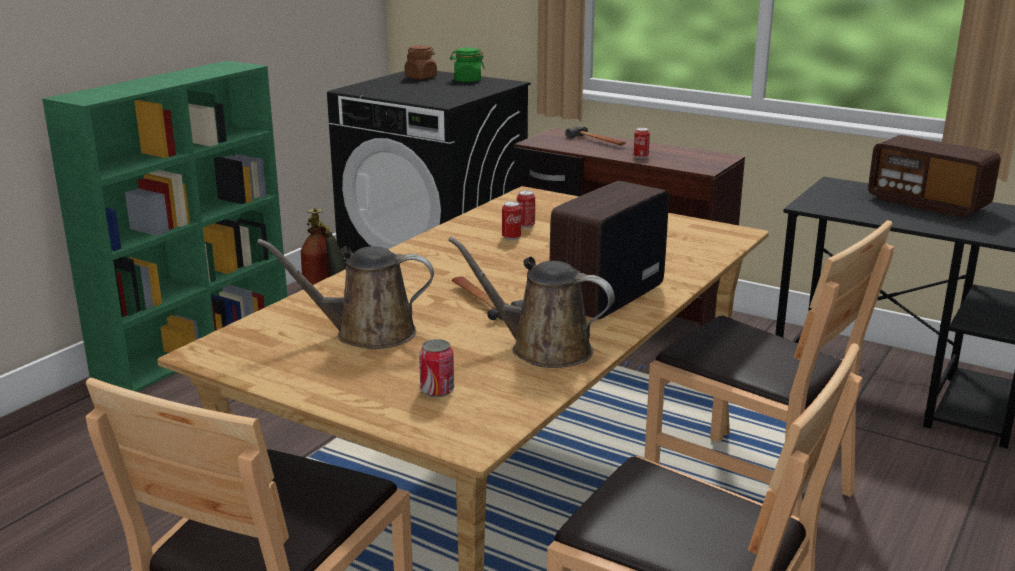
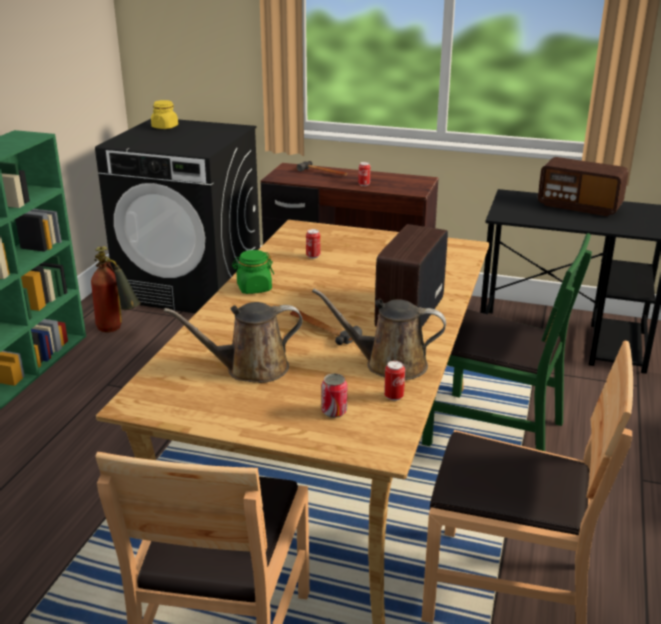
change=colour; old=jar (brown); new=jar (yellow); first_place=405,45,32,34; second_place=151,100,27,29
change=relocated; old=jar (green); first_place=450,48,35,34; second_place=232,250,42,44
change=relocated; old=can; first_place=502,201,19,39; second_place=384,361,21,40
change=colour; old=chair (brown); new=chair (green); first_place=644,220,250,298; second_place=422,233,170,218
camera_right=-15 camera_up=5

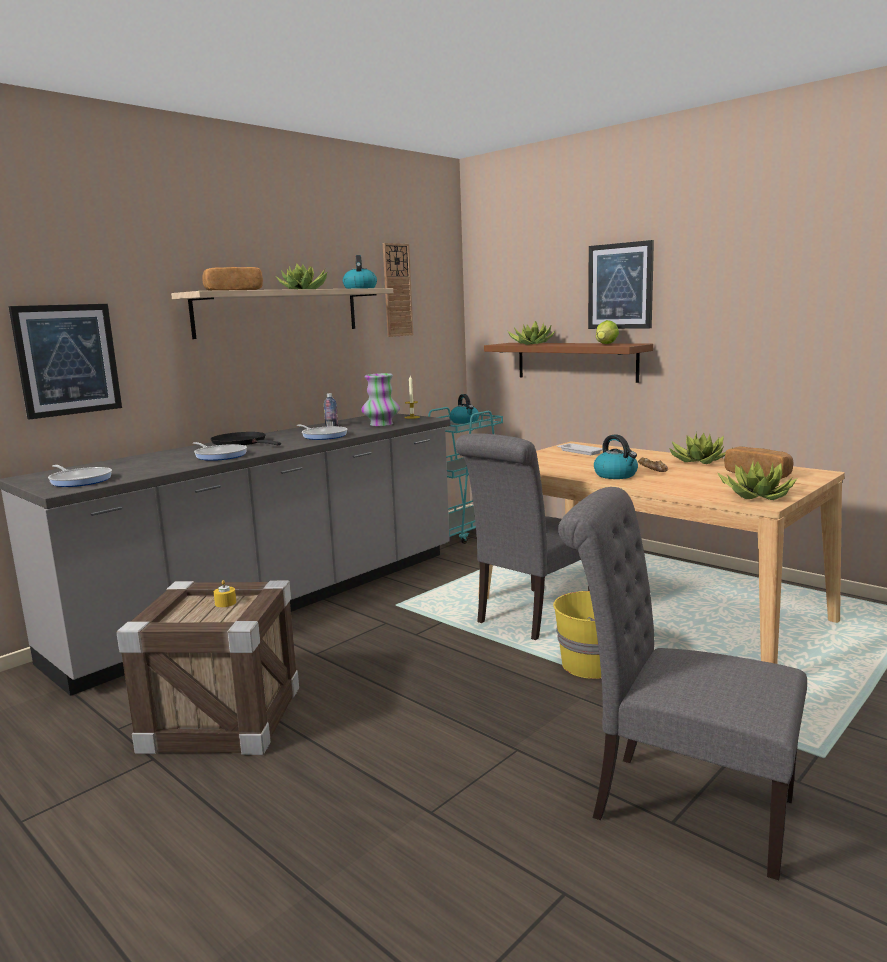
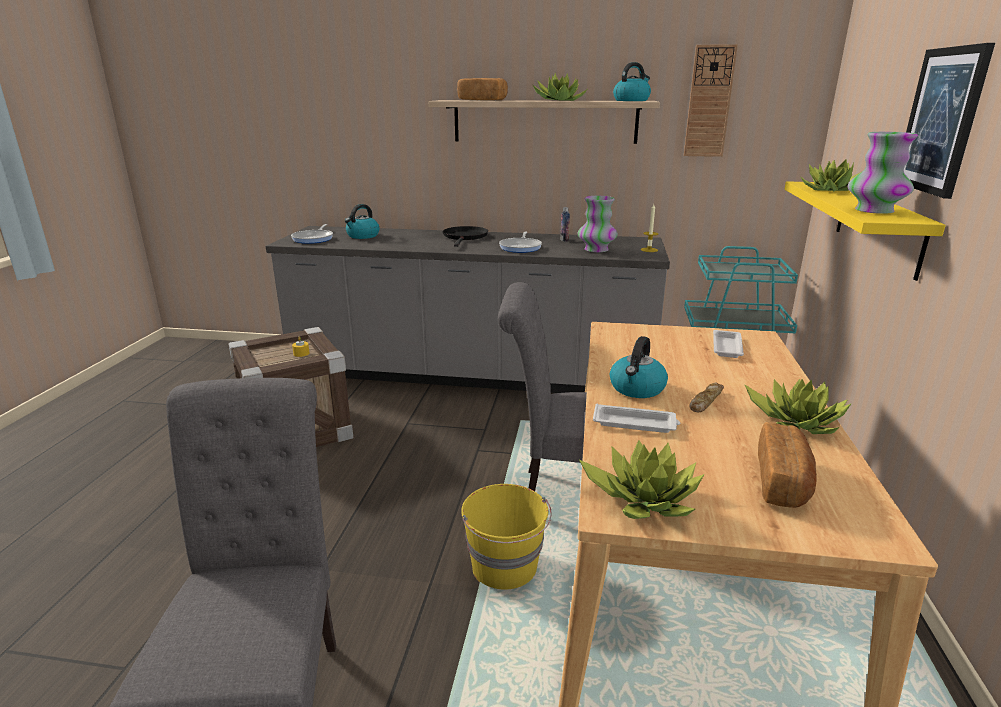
change=missing; old=picture; first_place=9,304,113,116
change=missing; old=frying pan; first_place=193,442,54,19
change=relocated; old=kettle; first_place=450,394,29,30; second_place=345,204,35,35
change=colour; old=shelf (brown); new=shelf (yellow); first_place=484,343,169,40; second_place=784,181,162,100
change=exchanged; old=lettuce; new=vase; first_place=596,320,23,24; second_place=848,132,70,82
change=appeared; new=tray (white); second_place=593,403,87,30
camera_right=55 camera_up=10

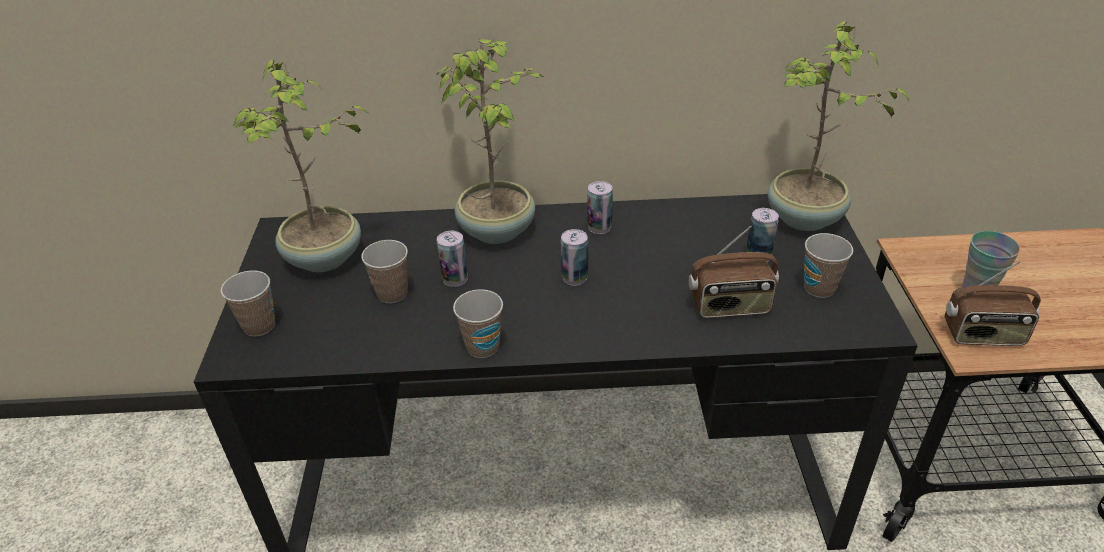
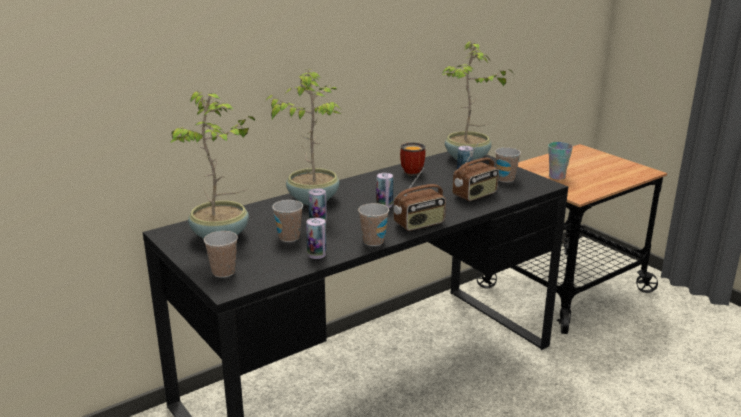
change=relocated; old=can; first_place=587,181,26,53; second_place=306,218,21,41
change=relocated; old=radio; first_place=945,261,96,85; second_place=394,168,52,63
change=appeared; new=mug; second_place=400,142,26,34
camera_right=-35 camera_up=-15

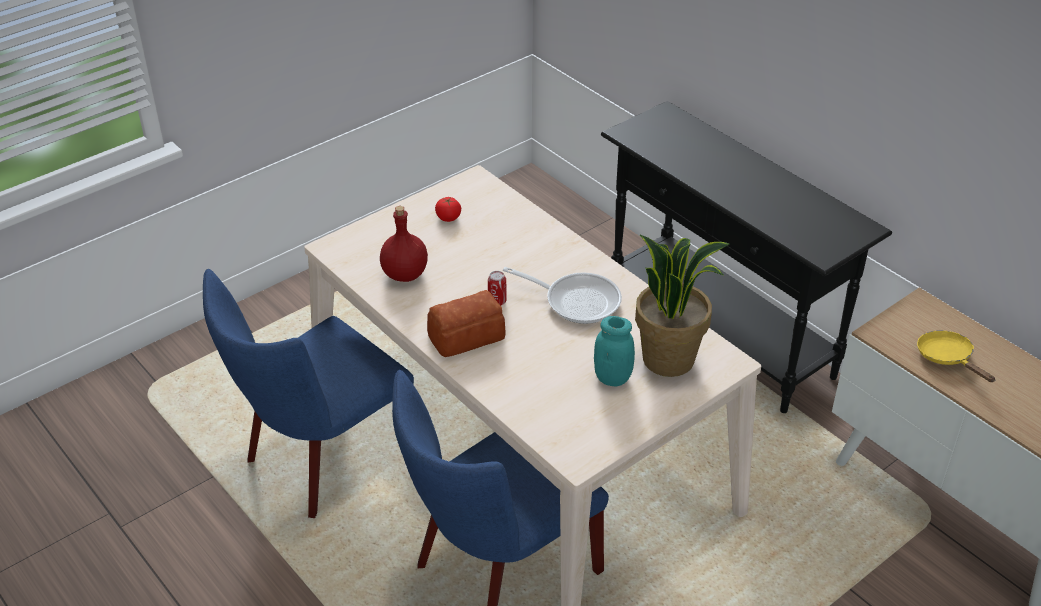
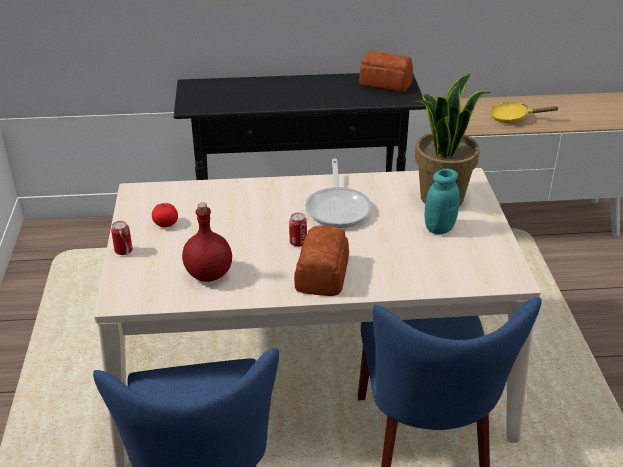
change=spun; old=frying pan; first_place=503,267,119,57; second_place=305,159,67,69; degrees=120
change=appeared; new=can; second_place=111,221,22,34
change=appeared; new=bread; second_place=359,51,54,41
camera_right=-55 camera_up=-5

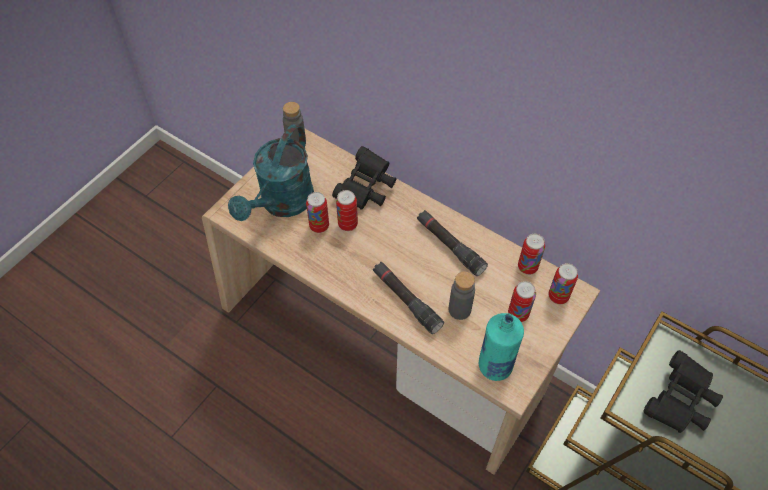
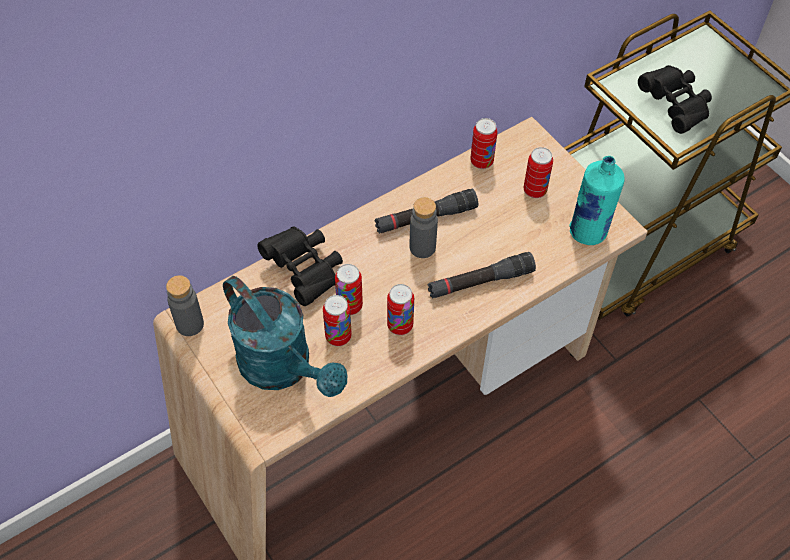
change=relocated; old=bottle (grey); first_place=449,271,26,49; second_place=410,197,28,61
change=relocated; old=can; first_place=548,263,30,41; second_place=387,284,27,51
camera_right=-70 camera_up=0

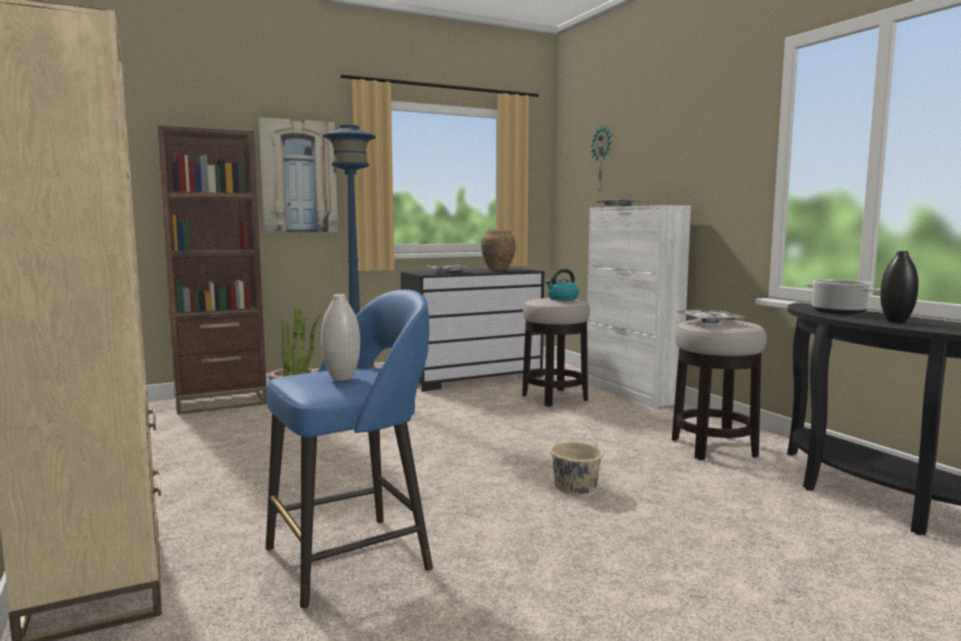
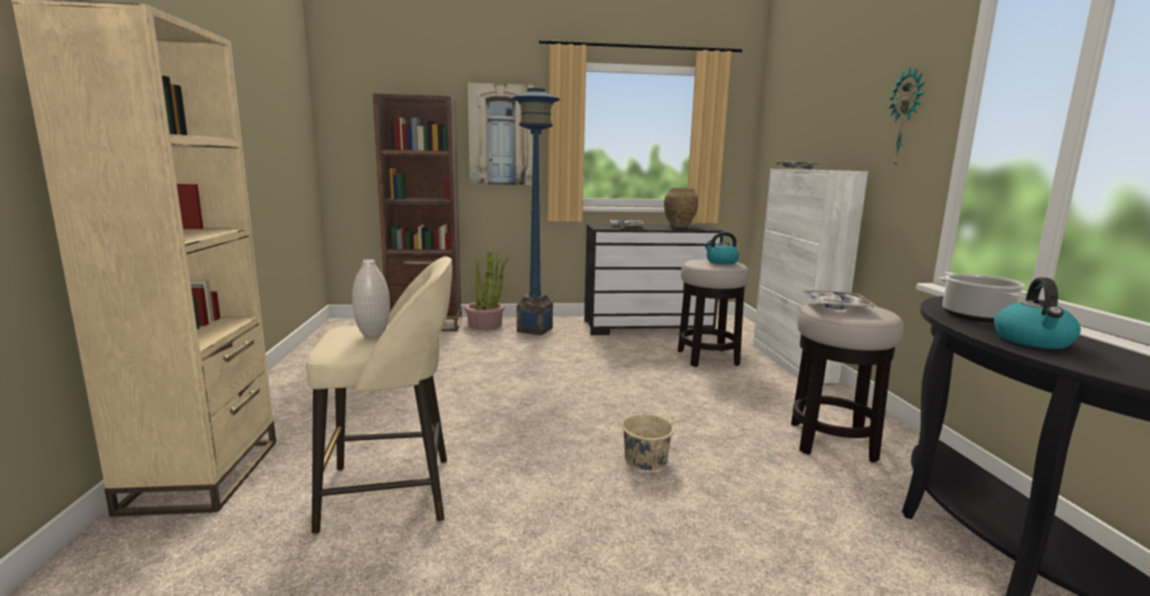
change=colour; old=stool (blue); new=stool (beige); first_place=266,289,167,320; second_place=306,256,146,278
change=relocated; old=wall clock; first_place=591,125,21,67; second_place=889,67,36,101
change=exchanged; old=vase (black); new=kettle; first_place=880,251,39,72; second_place=994,277,87,72
camera_right=20 camera_up=5

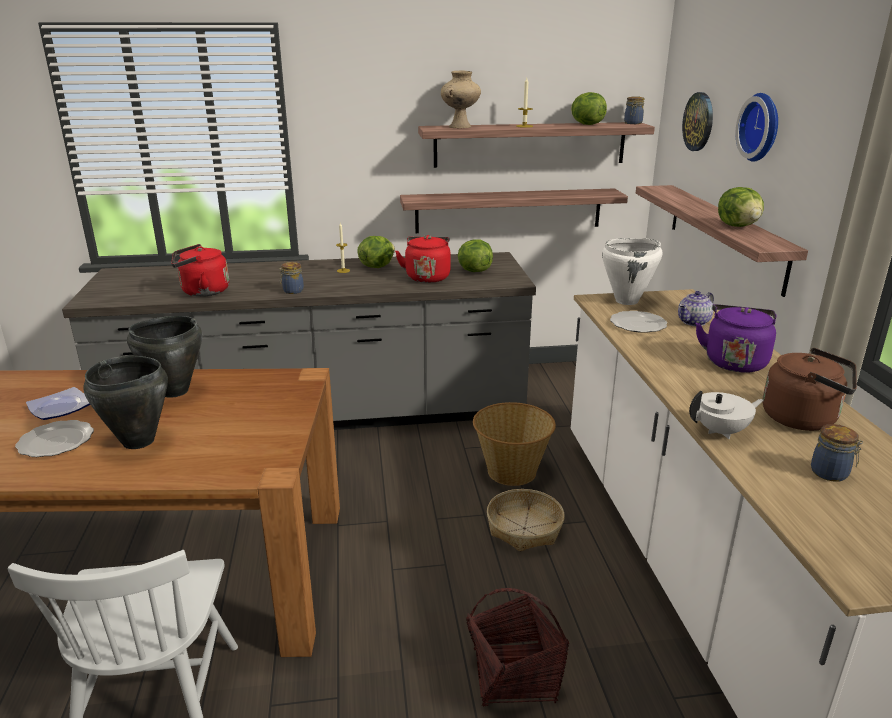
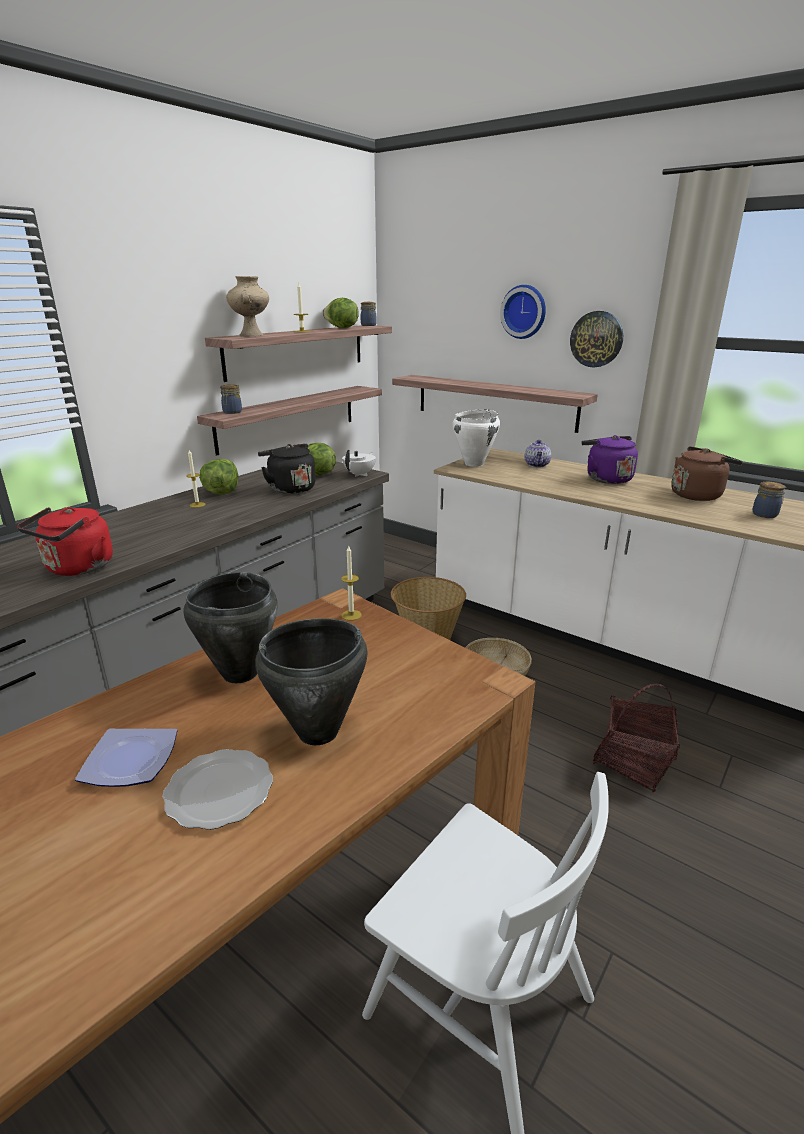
change=relocated; old=jar; first_place=279,262,25,32; second_place=220,384,22,30
change=colour; old=kettle (red); new=kettle (black); first_place=395,235,56,48; second_place=258,444,58,50
change=missing; old=plate; first_place=610,311,57,22
change=relocated; old=wall clock; first_place=682,92,31,59; second_place=570,311,53,57
change=relocated; old=teapot (white); first_place=689,391,75,48; second_place=342,450,34,27
change=missing; old=lettuce; first_place=718,187,46,40
change=appeared; new=candle; second_place=341,546,21,74
camera_right=-45 camera_up=0

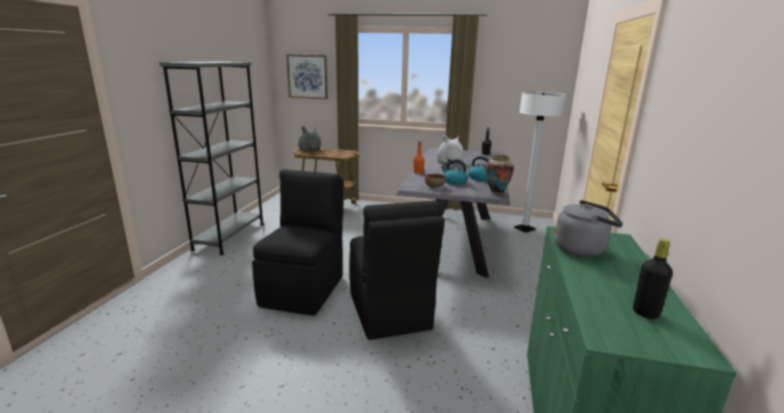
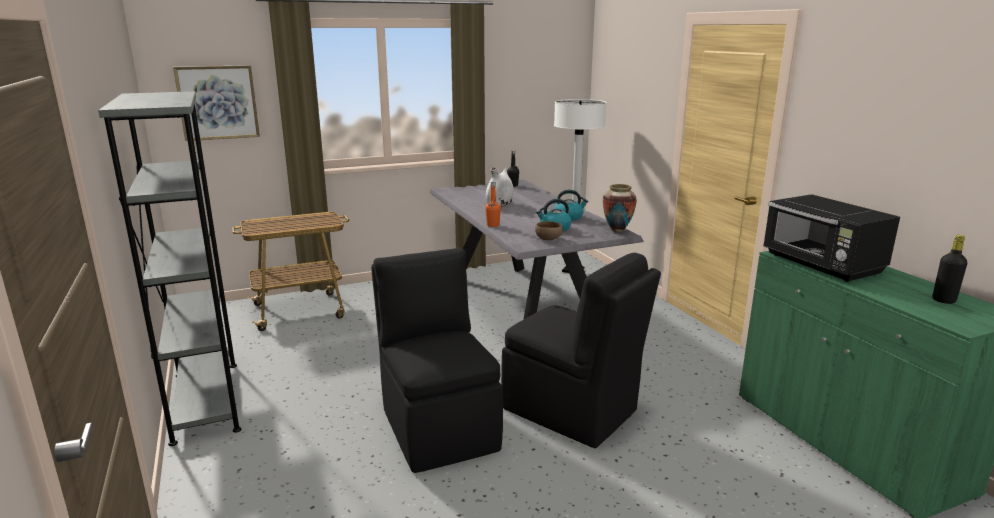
change=missing; old=vase (grey); first_place=298,126,23,26
change=exchanged; old=kettle (grey); new=microwave (black); first_place=554,200,69,57; second_place=763,194,137,88
camera_right=-35 camera_up=0

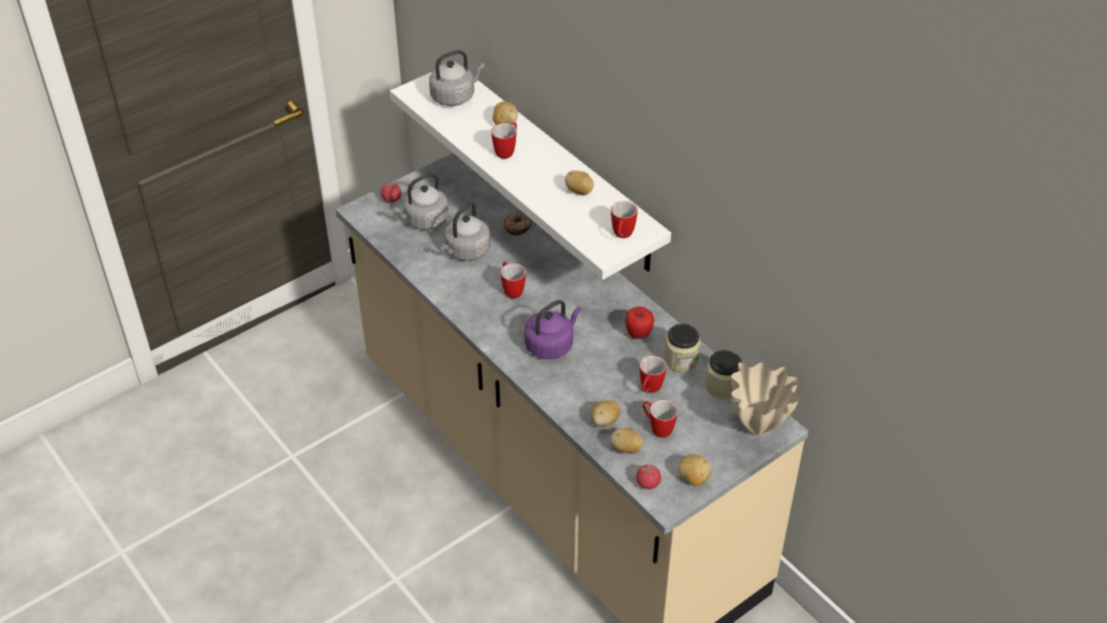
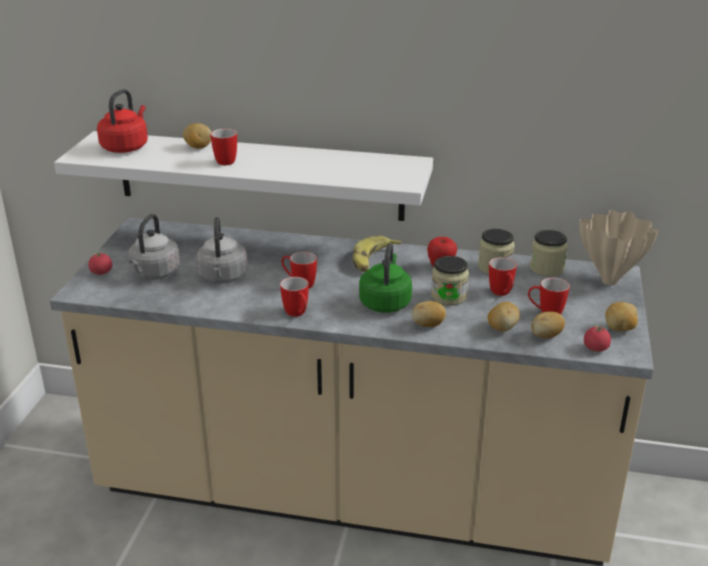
change=colour; old=kettle (grey); new=kettle (red); first_place=429,50,56,56; second_place=97,89,51,64
change=missing; old=donut; first_place=503,211,30,24
change=colour; old=kettle (purple); new=kettle (green); first_place=524,300,58,59; second_place=359,243,53,70
change=relocated; old=potato; first_place=565,170,29,25; second_place=412,301,34,26
change=relocated; old=mug; first_place=611,201,27,37; second_place=280,277,29,40
change=appeared; new=banana; second_place=353,236,48,36
change=appeared; new=jar; second_place=431,256,38,49
camera_right=-40 camera_up=-15

